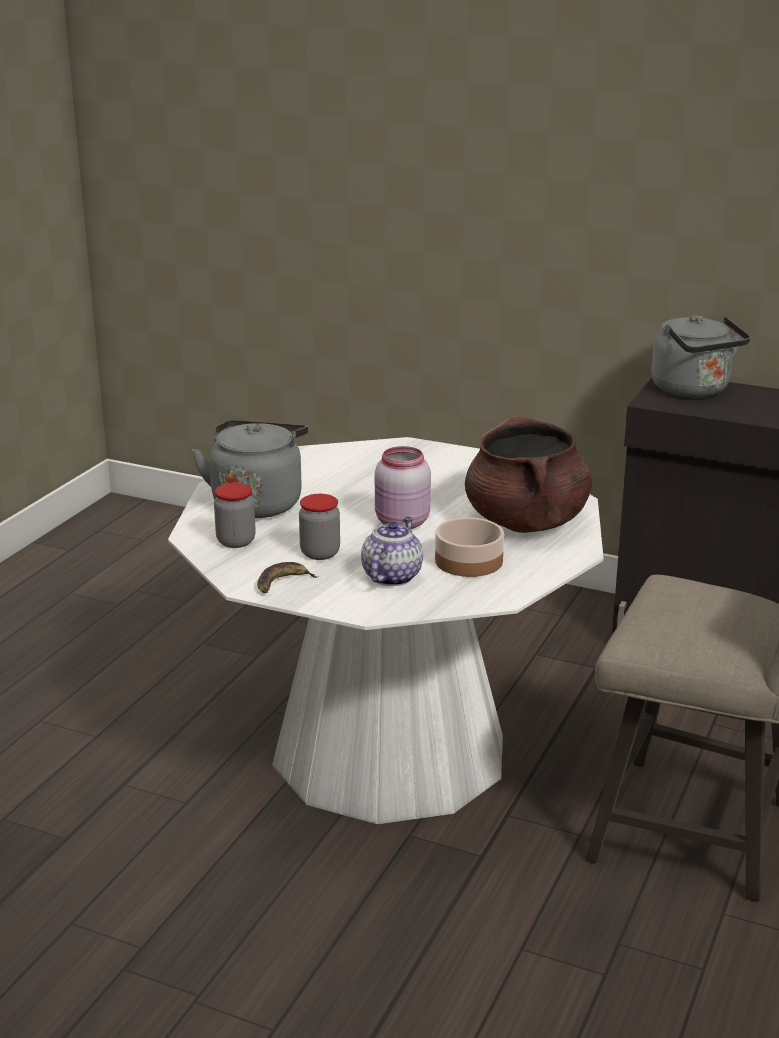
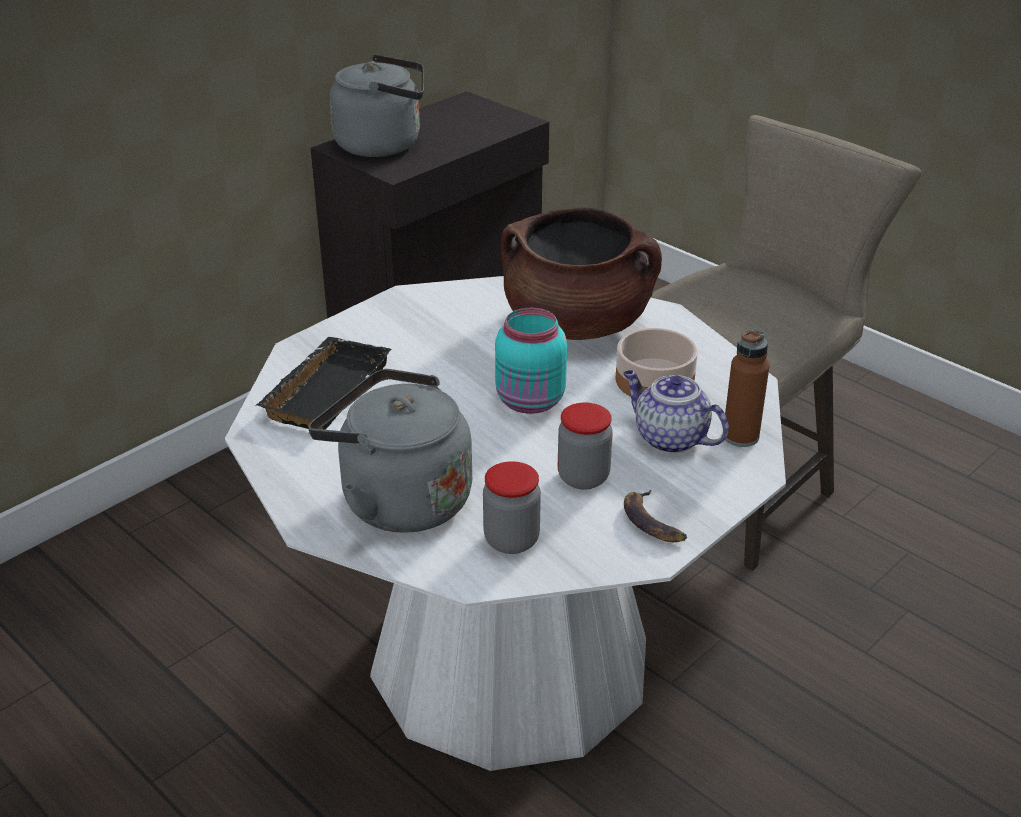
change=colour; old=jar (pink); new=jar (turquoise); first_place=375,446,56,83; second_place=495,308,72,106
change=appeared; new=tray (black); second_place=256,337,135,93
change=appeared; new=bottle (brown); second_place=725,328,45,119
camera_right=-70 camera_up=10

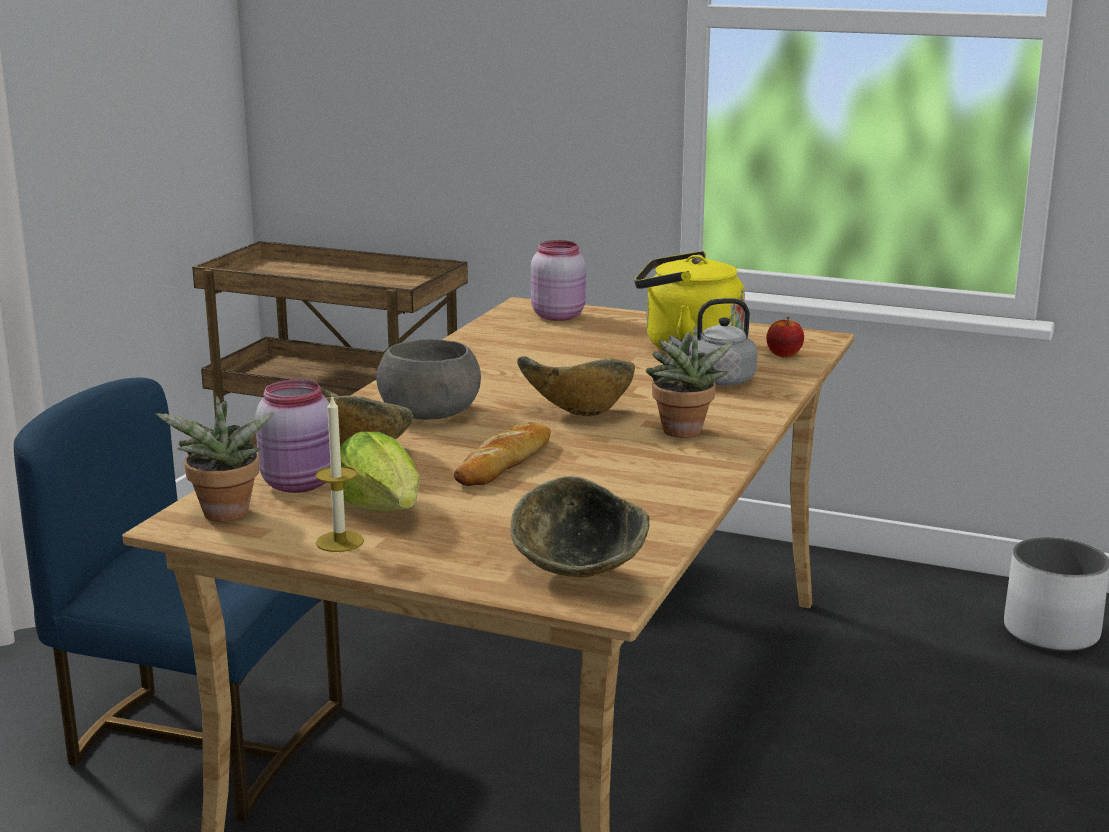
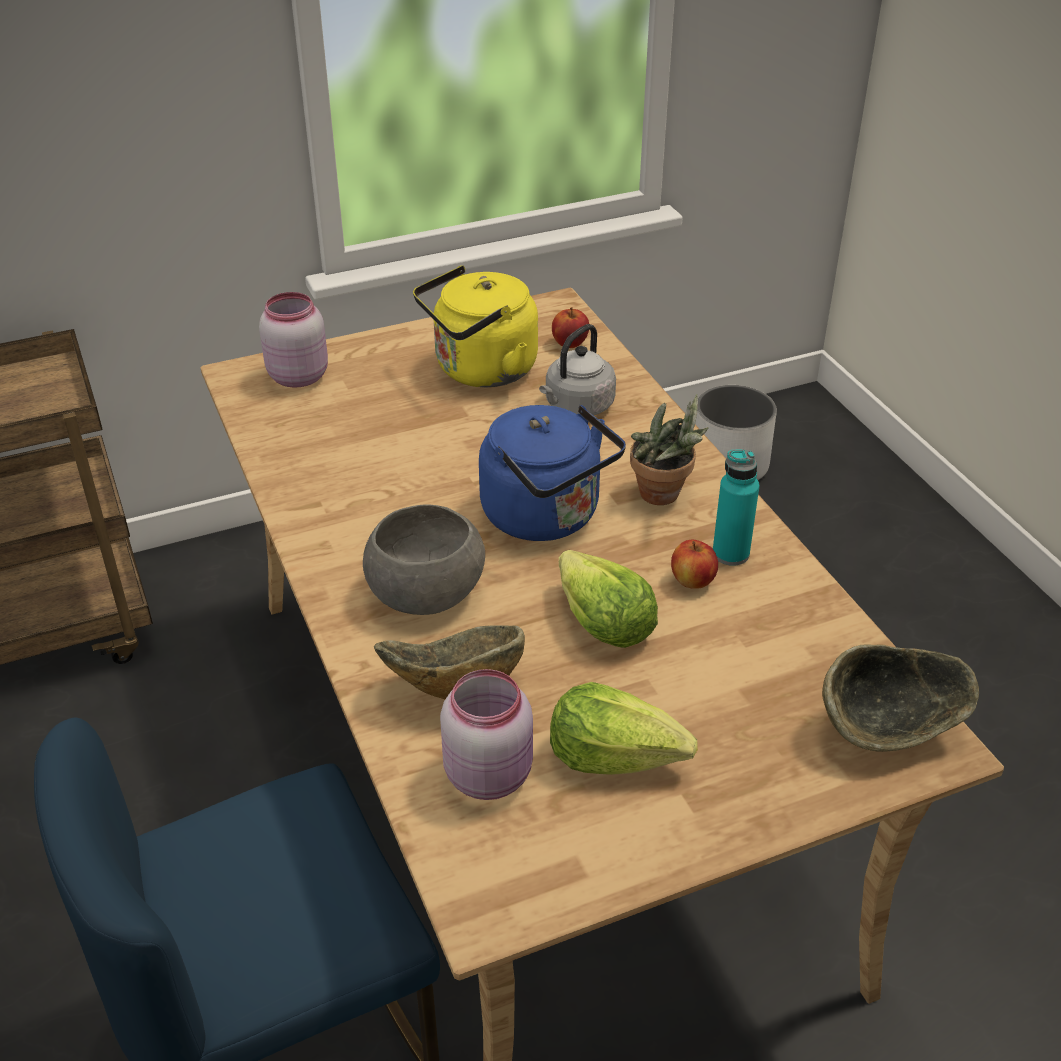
change=missing; old=potted plant; first_place=155,396,119,126
change=missing; old=candle; first_place=315,397,49,155
change=exchanged; old=bread; new=lettuce; first_place=454,422,97,64; second_place=559,550,99,98
change=exchanged; old=bowl; new=kettle (blue); first_place=517,356,118,60; second_place=479,405,147,136
change=appeared; new=apple; second_place=671,540,47,49
change=appeared; new=bottle (turquoise); second_place=713,450,46,116
camera_right=-45 camera_up=20

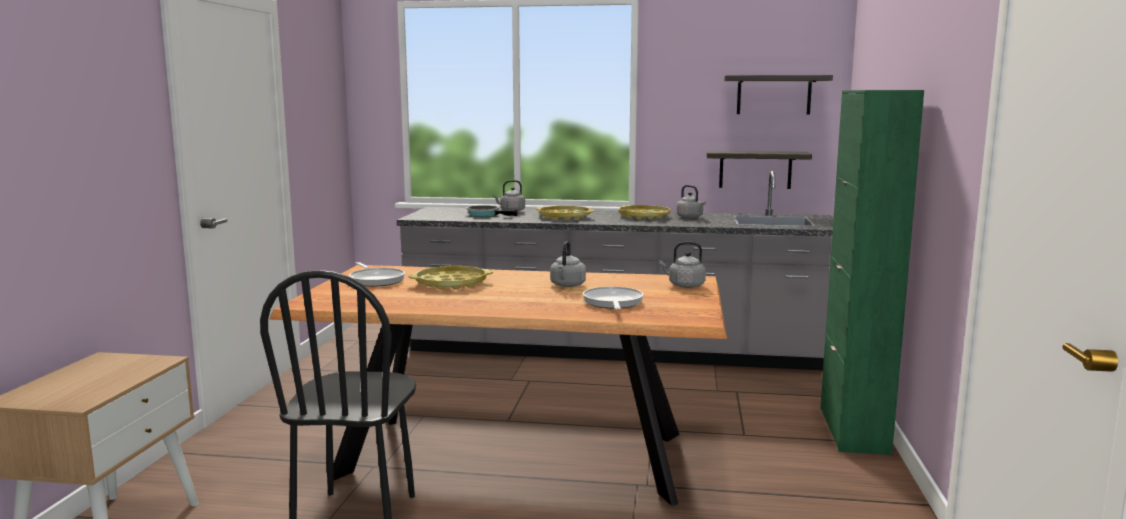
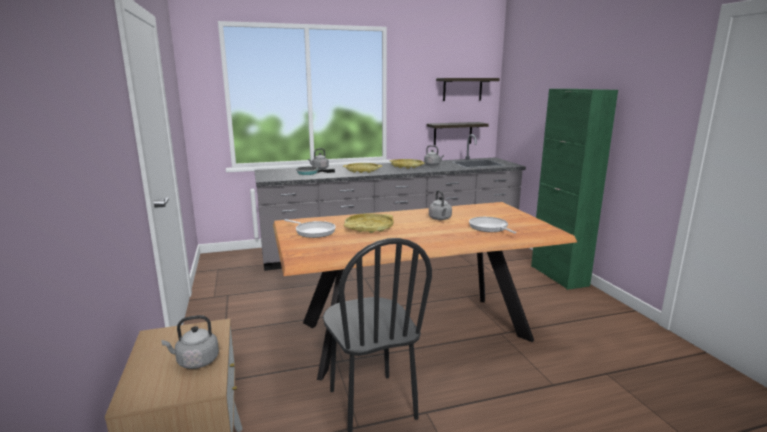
change=relocated; old=kettle (grey); first_place=659,242,47,46; second_place=161,315,58,54
camera_right=-25 camera_up=5

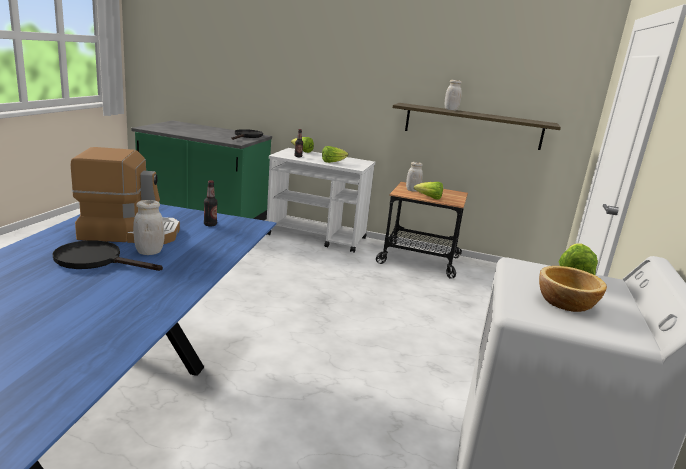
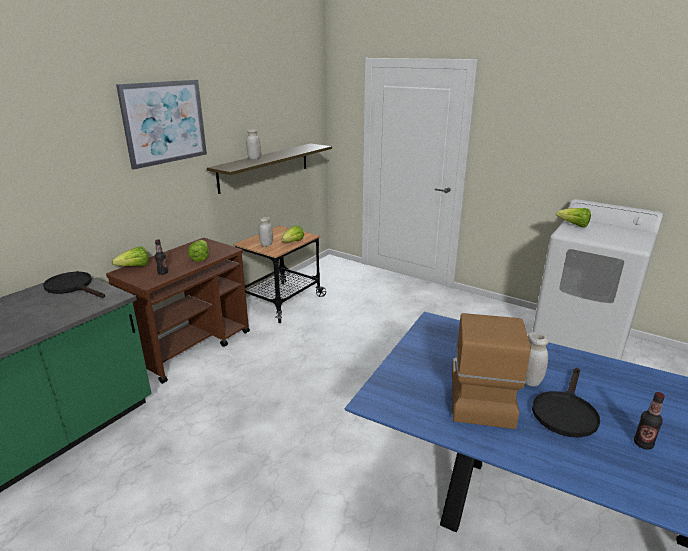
change=relocated; old=bottle; first_place=204,180,14,47; second_place=634,392,31,58
change=colour; old=cart (white); new=cart (brown); first_place=266,148,109,105; second_place=106,238,144,146
change=missing; old=bowl; first_place=539,266,68,46
change=appeared; new=picture; second_place=116,80,91,90
camera_right=-70 camera_up=5

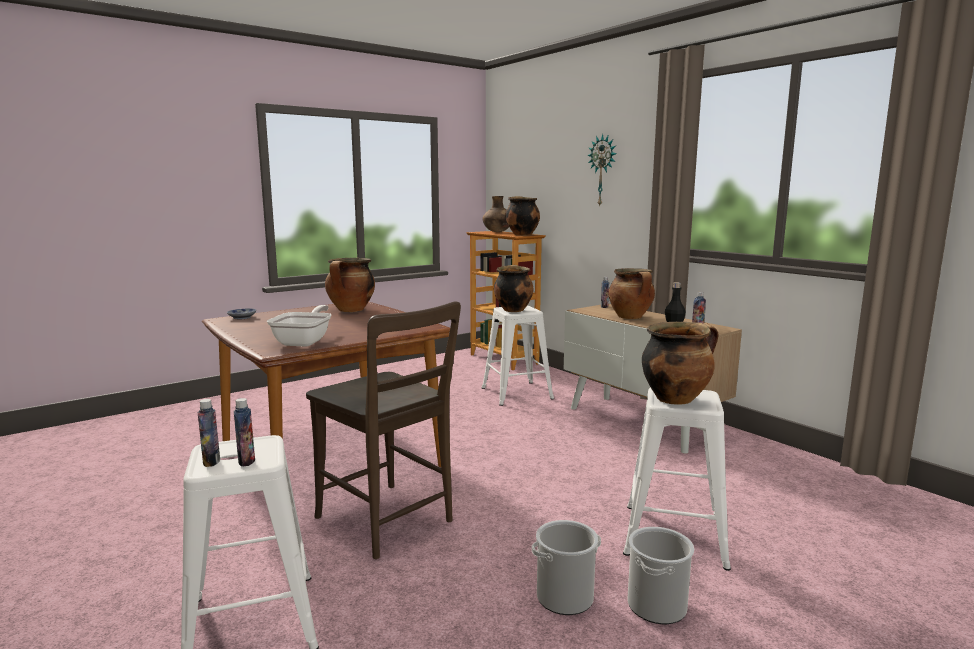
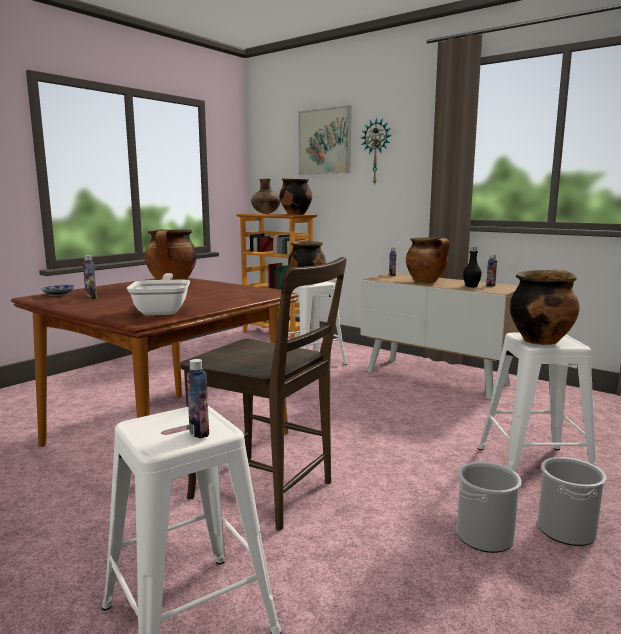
change=relocated; old=bottle; first_place=198,399,22,68; second_place=83,255,14,44
change=appeared; new=picture; second_place=298,105,53,69
camera_right=-15 camera_up=0

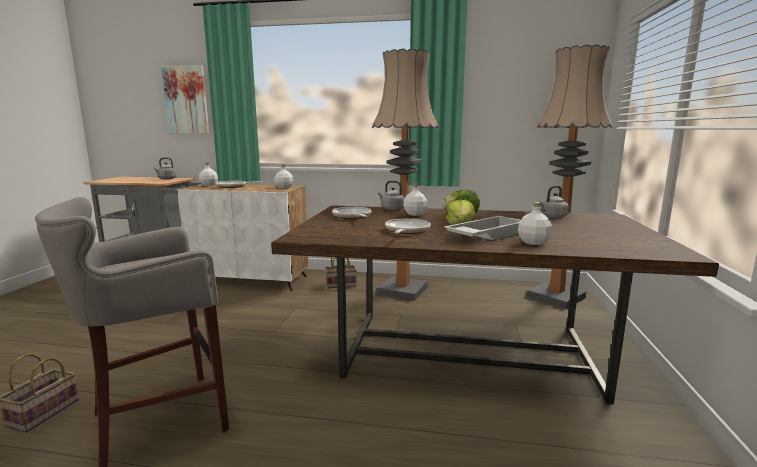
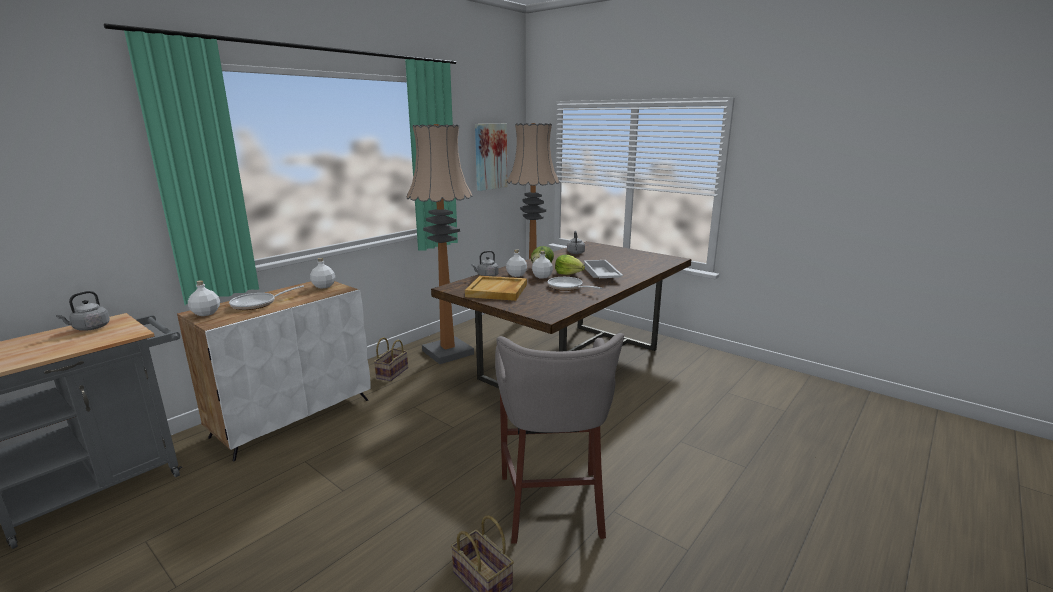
change=relocated; old=picture; first_place=161,65,48,69; second_place=475,124,32,67
change=exchanged; old=frying pan; new=tray (beige); first_place=332,207,39,12; second_place=465,276,62,25
change=relocated; old=bottle (white); first_place=518,202,34,43; second_place=532,251,21,28
camera_right=-60 camera_up=5

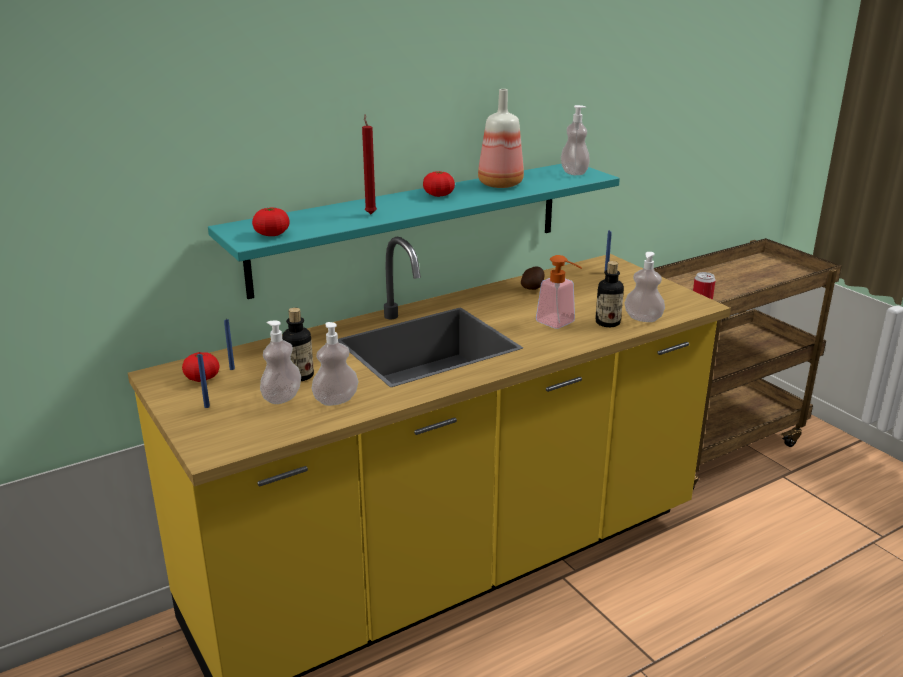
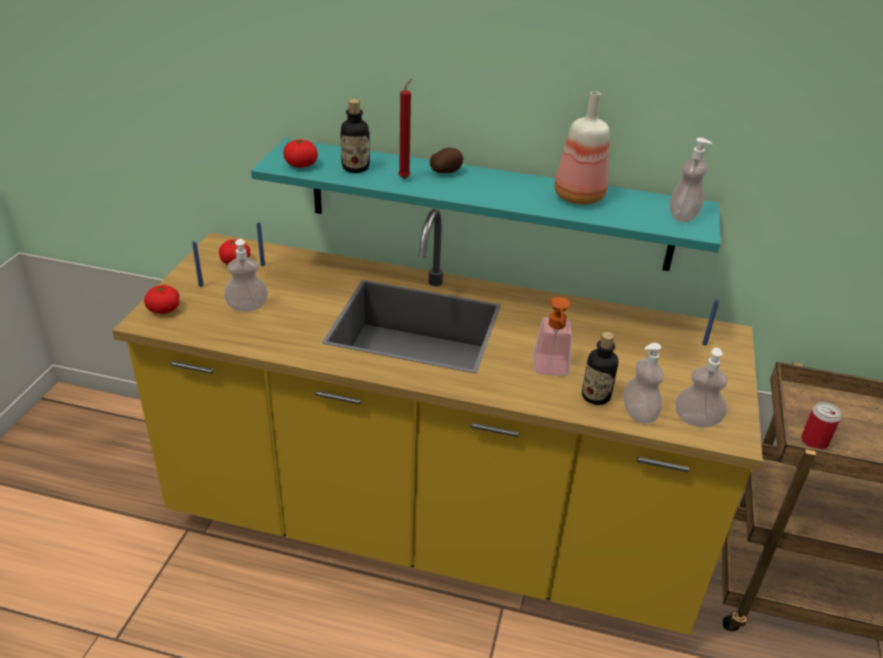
change=relocated; old=bottle; first_place=282,308,32,73; second_place=340,99,30,74
change=relocated; old=soap dispenser; first_place=311,322,48,84; second_place=675,347,53,81
change=relocated; old=tomato; first_place=423,171,32,26; second_place=144,285,35,29
change=relocated; old=potato; first_place=521,266,23,24; second_place=430,148,33,25
camera_right=45 camera_up=10

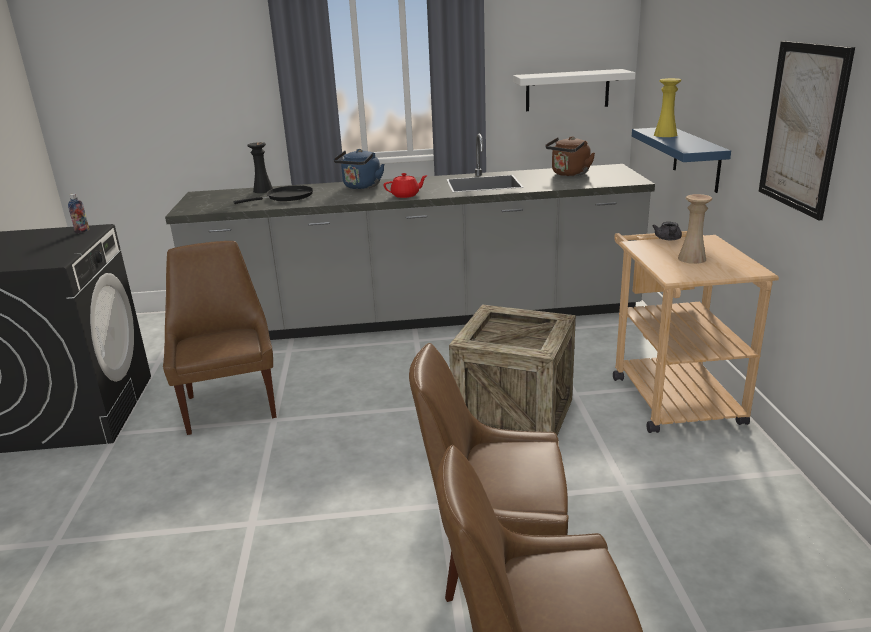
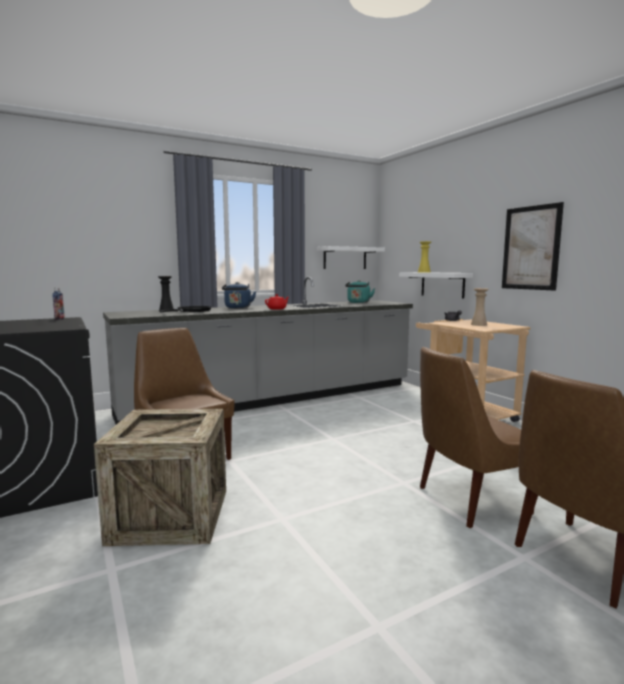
change=relocated; old=crate; first_place=449,304,127,132; second_place=94,409,132,137
change=colour; old=kettle (brown); new=kettle (turquoise); first_place=545,136,50,40; second_place=345,280,30,23
change=colour; old=shelf (blue); new=shelf (white); first_place=632,128,99,65; second_place=399,272,74,27
camera_right=-25 camera_up=-15

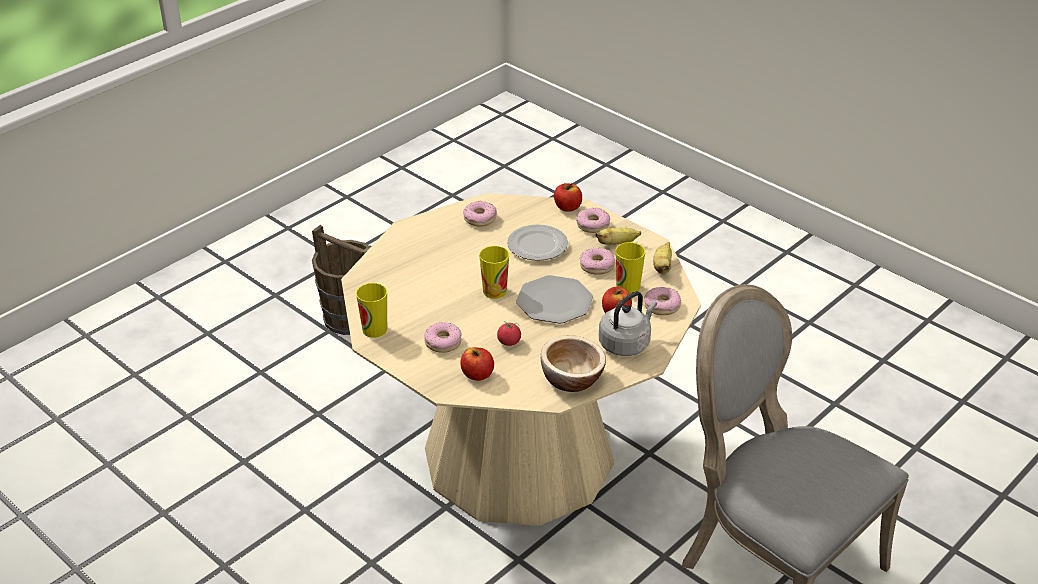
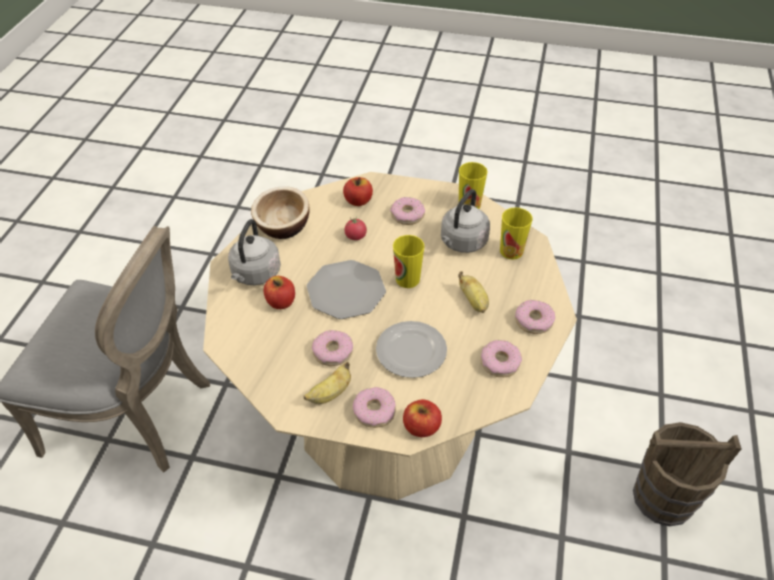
change=relocated; old=cup; first_place=615,242,30,52; second_place=500,207,33,53
change=relocated; old=donut; first_place=644,287,37,28; second_place=515,300,40,34
change=relocated; old=banana; first_place=653,242,19,32; second_place=458,271,31,42
change=appeared; new=kettle (grey); second_place=441,189,49,64
camera_right=150 camera_up=10

